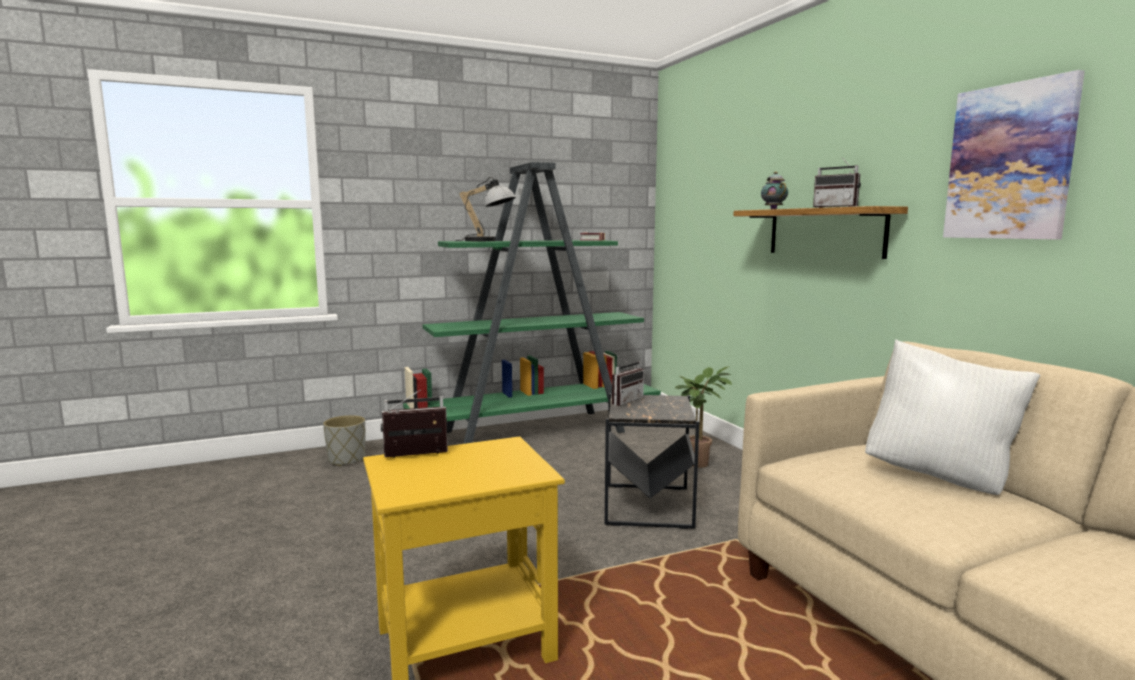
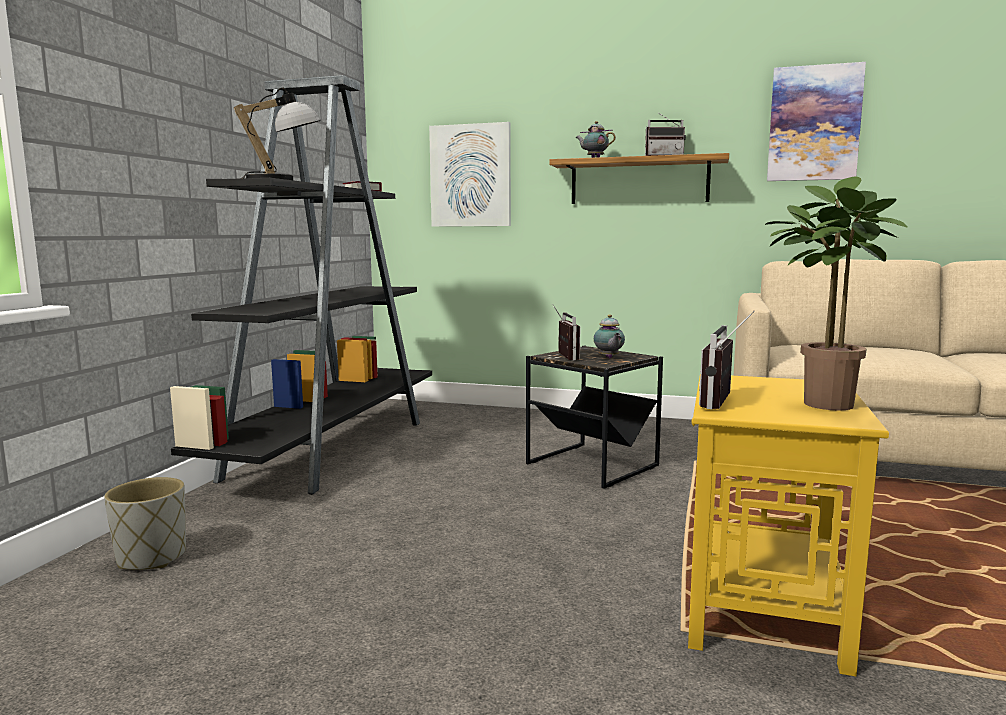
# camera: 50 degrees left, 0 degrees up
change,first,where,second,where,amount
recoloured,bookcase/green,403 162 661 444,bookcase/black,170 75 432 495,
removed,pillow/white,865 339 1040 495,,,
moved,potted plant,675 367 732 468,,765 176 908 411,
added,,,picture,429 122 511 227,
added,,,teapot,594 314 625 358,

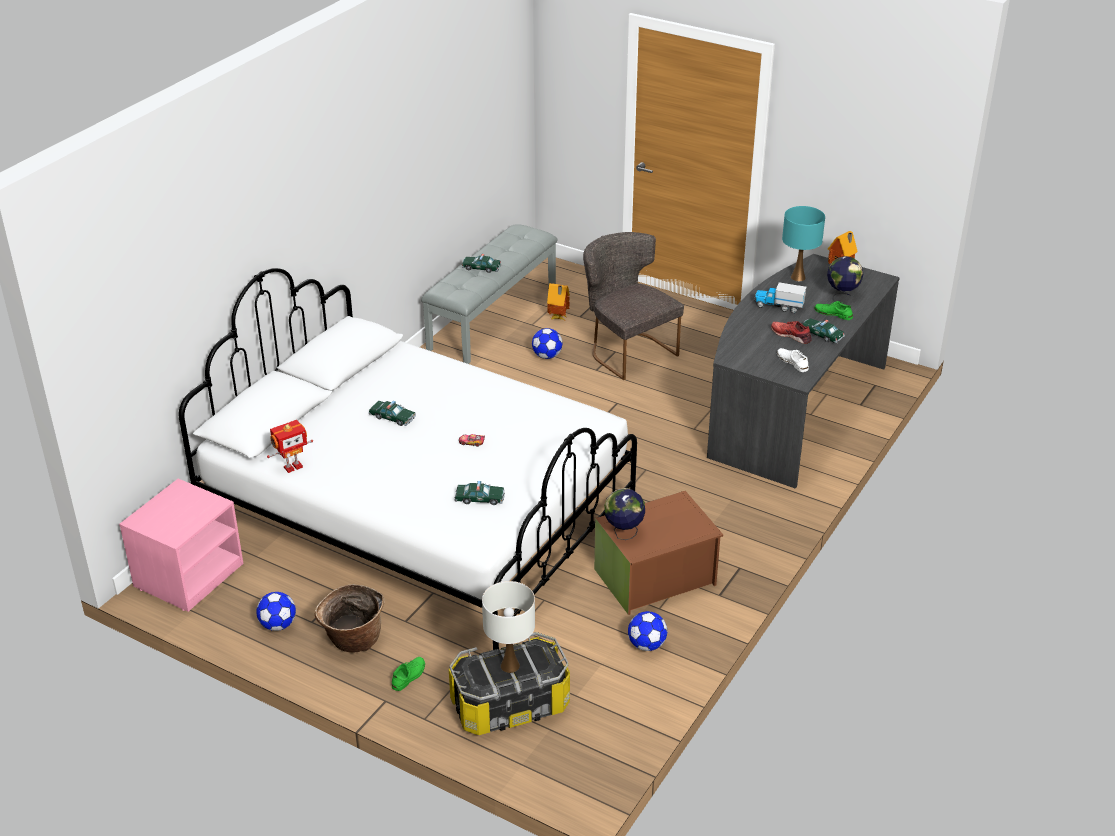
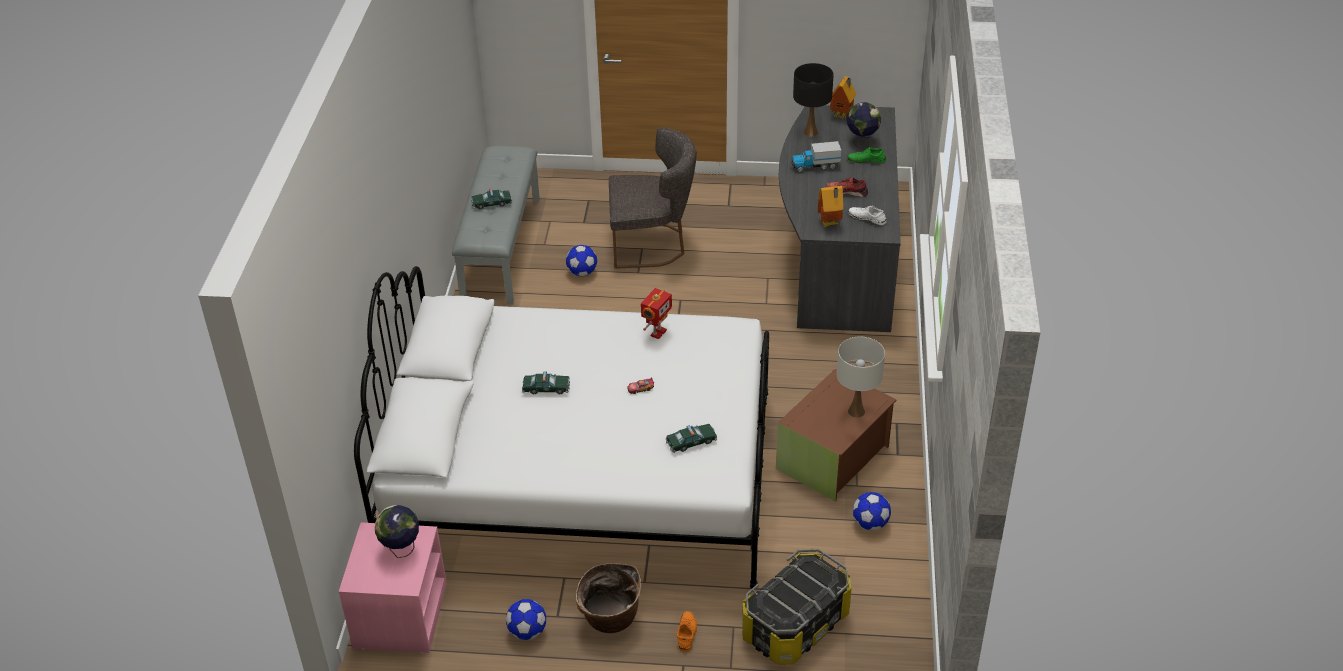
# camera: 25 degrees left, 5 degrees up
change,first,where,second,where,amount
recoloured,table lamp/turquoise,782 206 825 281,table lamp/black,793 63 834 137,
turned,chair/grey,583 232 684 380,,609 127 697 269,150 degrees clockwise
moved,toy house,547 283 570 320,,817 186 843 227,
removed,toy car,802 318 845 343,,,
moved,toy robot,267 420 313 473,,641 288 672 339,
moved,globe,604 488 645 540,,375 505 419 558,
moved,table lamp/white,482 581 535 673,,837 337 885 418,
recoloured,shoe/green,392 657 425 691,shoe/orange,677 611 697 652,

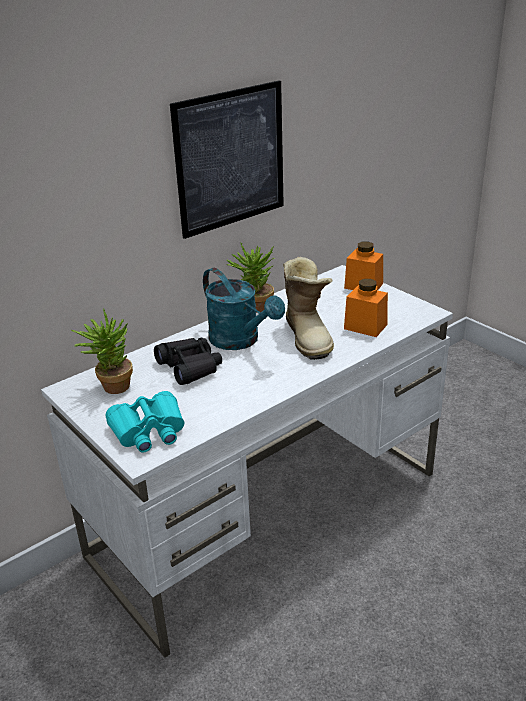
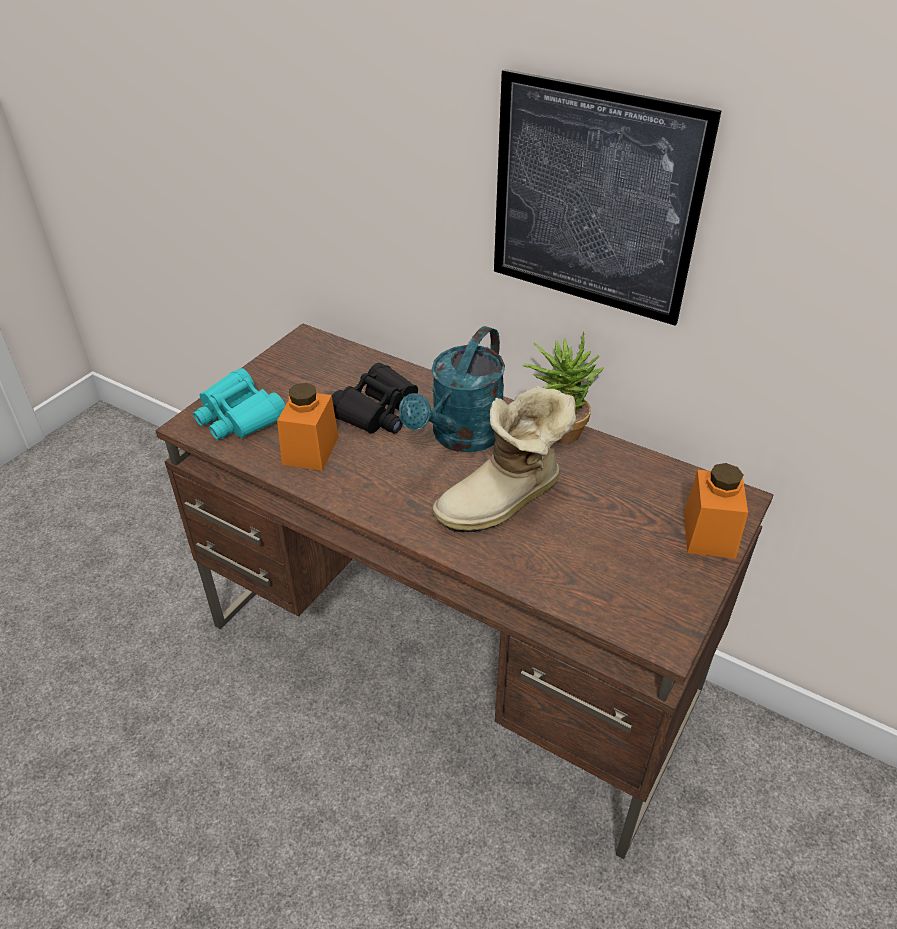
# camera: 70 degrees right, 10 degrees up
change,first,where,second,where,amount
recoloured,desk/white,41 265 453 658,desk/brown,155 323 773 859,
moved,jar/orange,344 279 388 337,,277 383 339 471,
removed,potted plant,71 308 133 394,,,

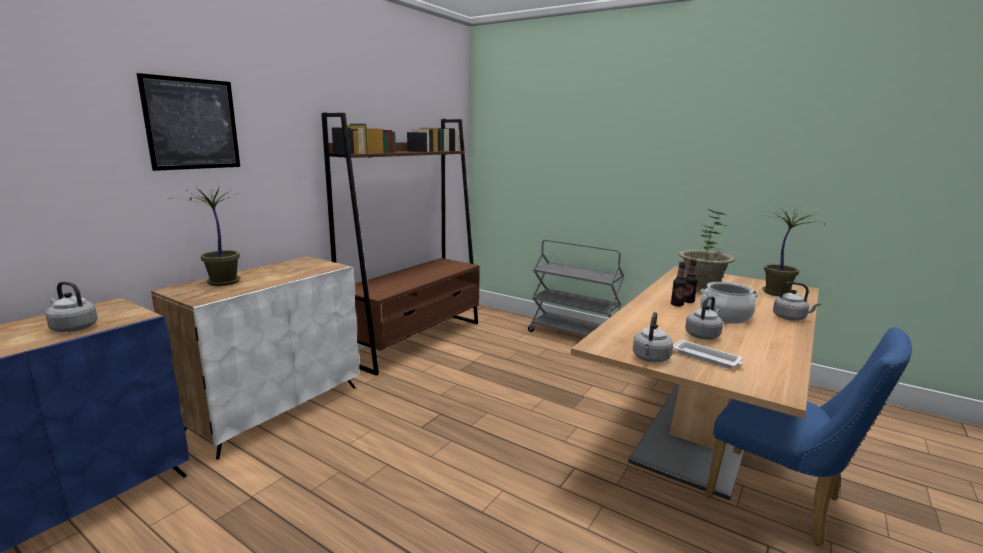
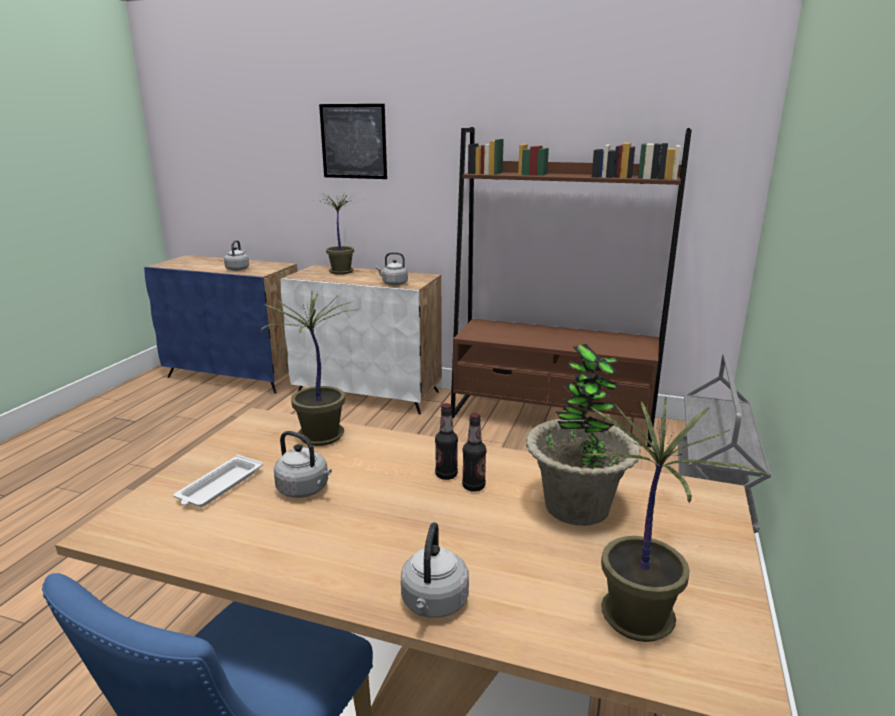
# camera: 75 degrees right, 5 degrees up
change,first,where,second,where,amount
removed,cooking pot,700 282 759 324,,,
moved,kettle/grey,633 312 673 362,,376 252 408 286,
added,,,potted plant,261 291 358 446,

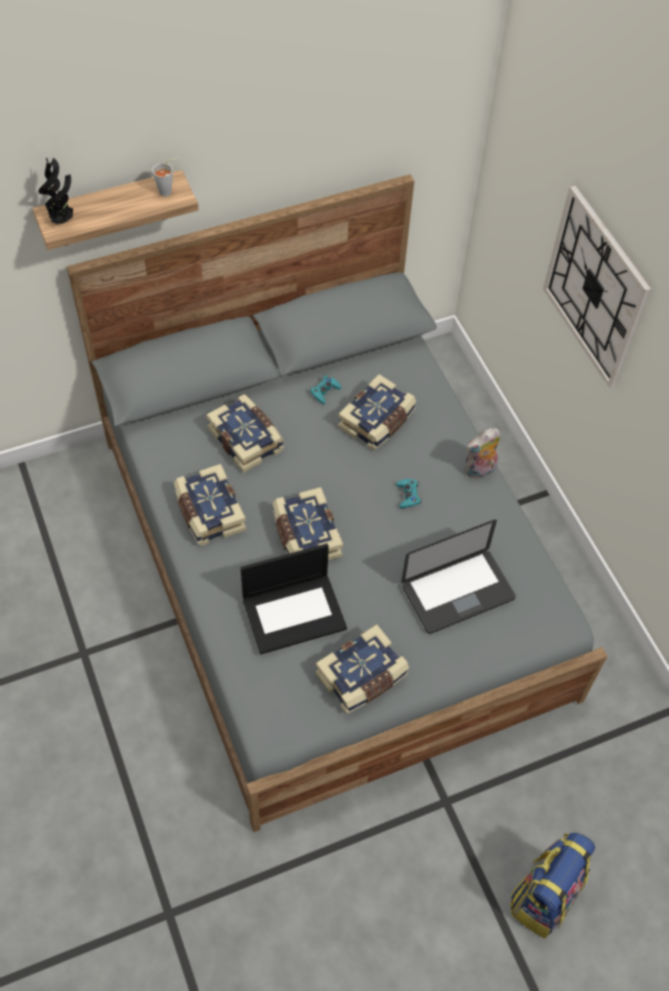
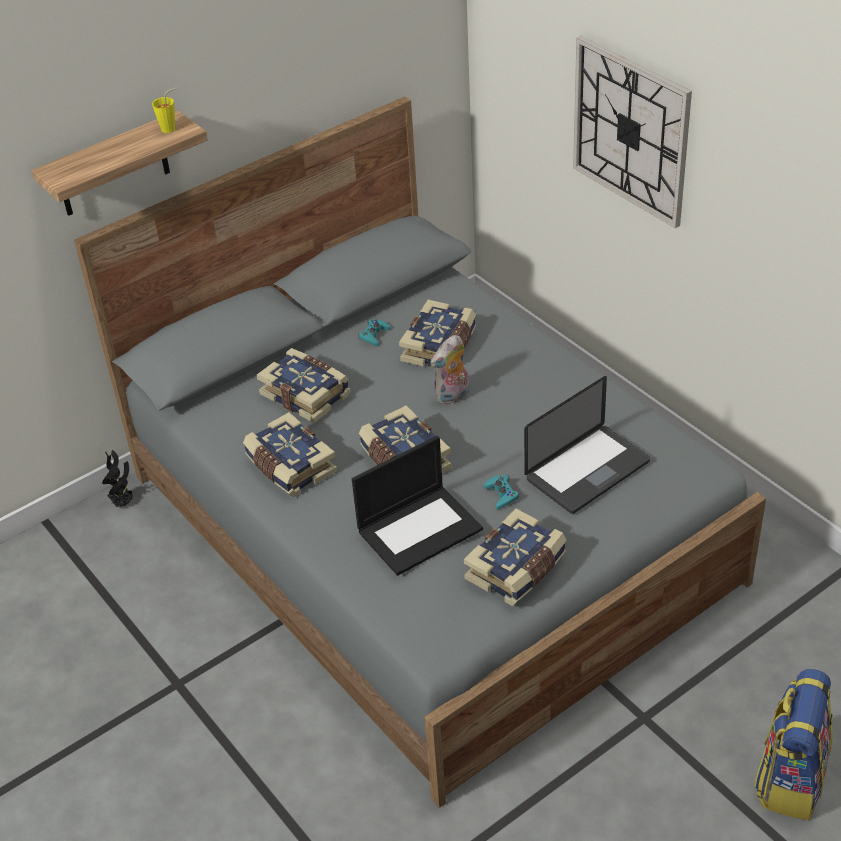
# camera: 10 degrees left, 15 degrees down
change,first,where,second,where,amount
moved,potted plant,38 158 73 224,,102 450 132 507,
recoloured,cup/grey,152 158 178 196,cup/yellow,152 88 177 133,
moved,plush toy,465 428 501 479,,430 335 470 405,
moved,game controller/turquoise,396 479 421 509,,484 475 519 509,

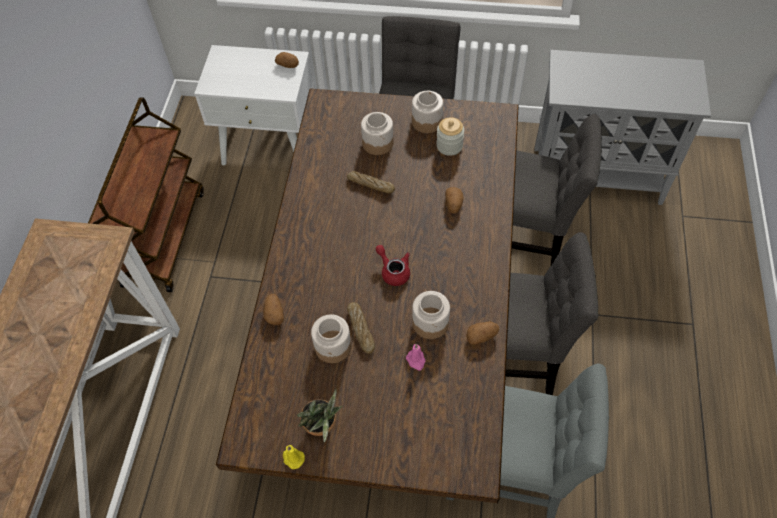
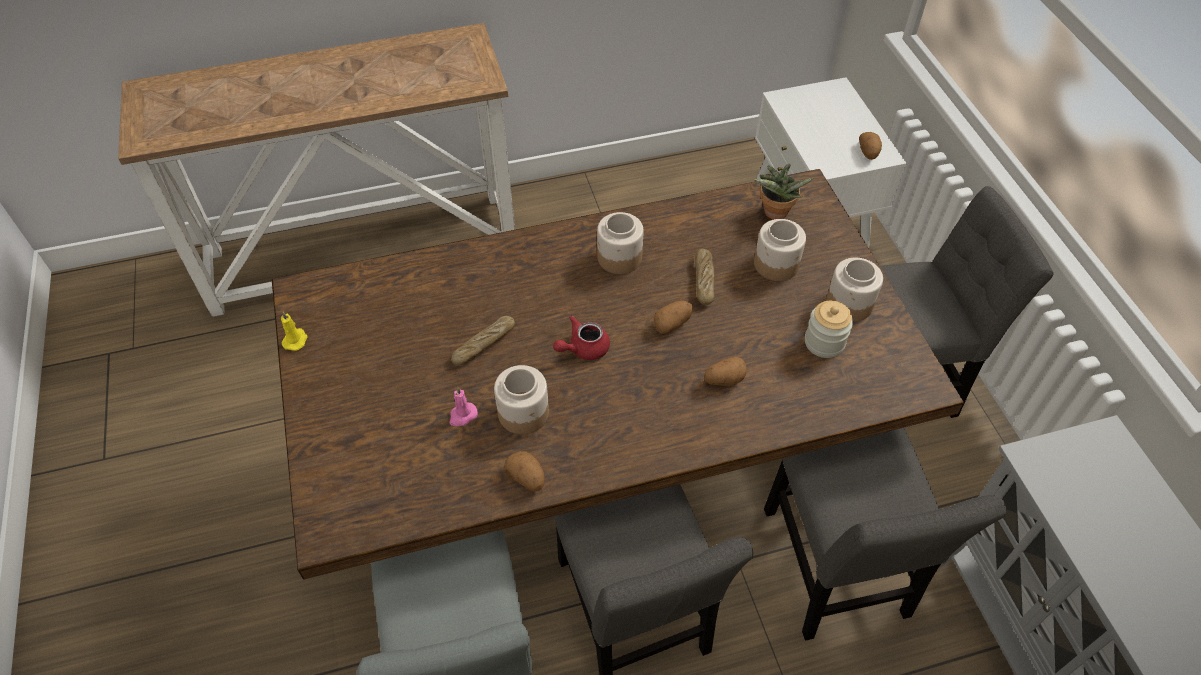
# camera: 65 degrees right, 5 degrees down
change,first,where,second,where,amount
removed,cart/brown,88 97 204 292,,,
turned,teapot/red,376 245 410 286,,553 316 610 360,150 degrees counterclockwise
moved,potato,263 294 284 325,,654 301 693 333,
moved,jar,311 315 351 363,,597 212 644 274,
moved,potted plant,297 389 342 442,,754 164 814 220,

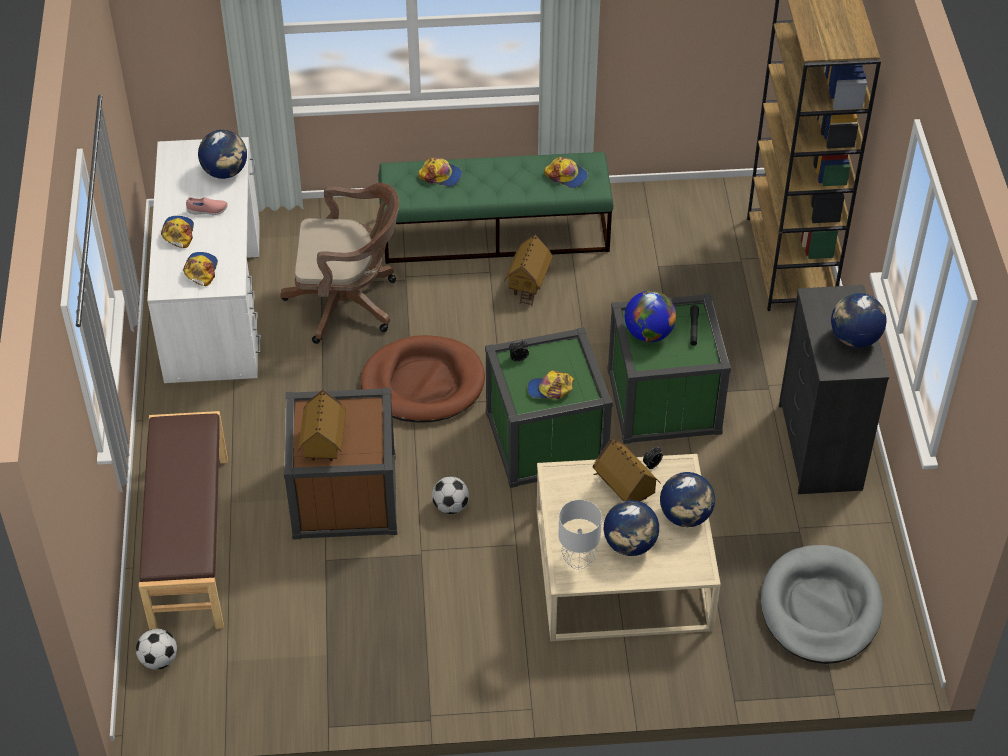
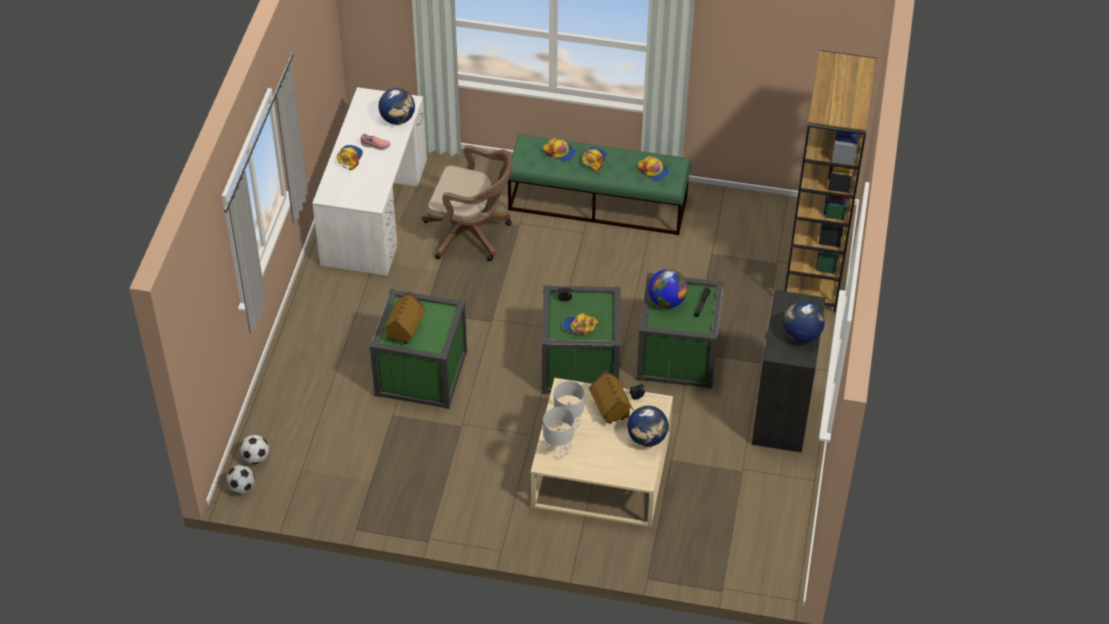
# camera: 15 degrees right, 0 degrees up
change,first,where,second,where,amount
removed,toy house,504 234 553 307,,,
moved,cap,183 252 218 286,,582 147 607 172,
removed,dog bed/brown,361 335 485 423,,,
recoloured,storage box/brown,284 388 397 540,storage box/green,369 289 468 409,
removed,bench/brown,139 411 228 630,,,
moved,football,432 476 469 514,,226 465 255 494,
removed,globe,604 500 659 556,,,
removed,dog bed/grey,761 545 883 664,,,
added,,,table lamp/grey,554 381 585 431,

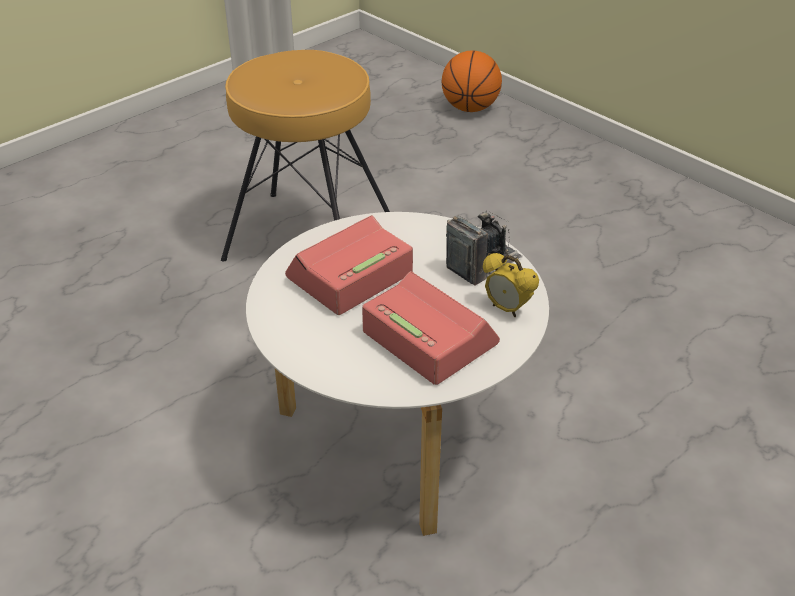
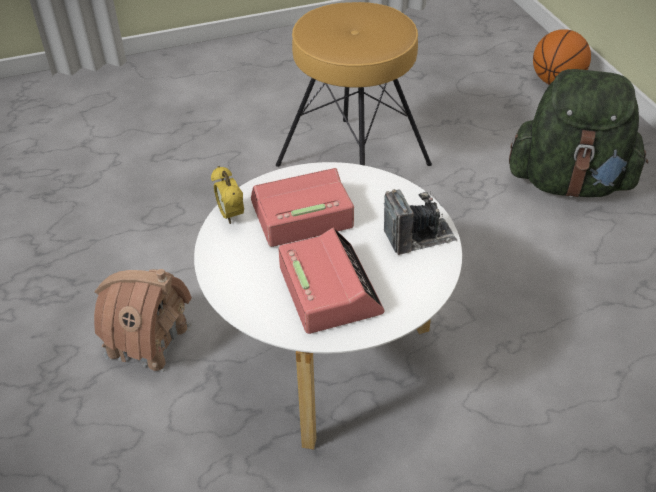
# camera: 25 degrees right, 5 degrees up
change,first,where,second,where,amount
moved,alarm clock,483 253 539 317,,211 166 244 224,
added,,,backpack/green,509 69 648 198,
added,,,toy house,94 269 192 374,

